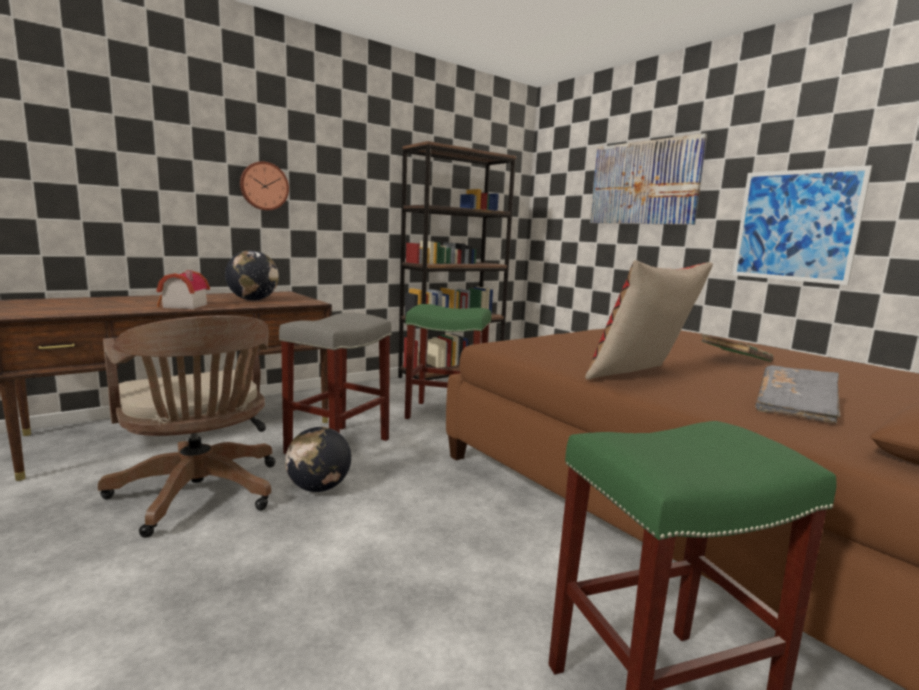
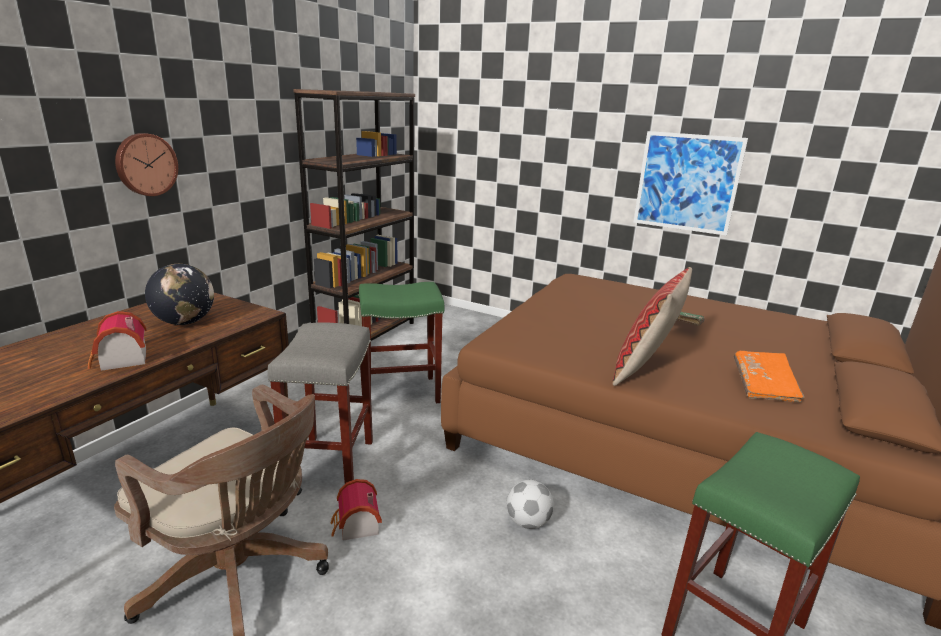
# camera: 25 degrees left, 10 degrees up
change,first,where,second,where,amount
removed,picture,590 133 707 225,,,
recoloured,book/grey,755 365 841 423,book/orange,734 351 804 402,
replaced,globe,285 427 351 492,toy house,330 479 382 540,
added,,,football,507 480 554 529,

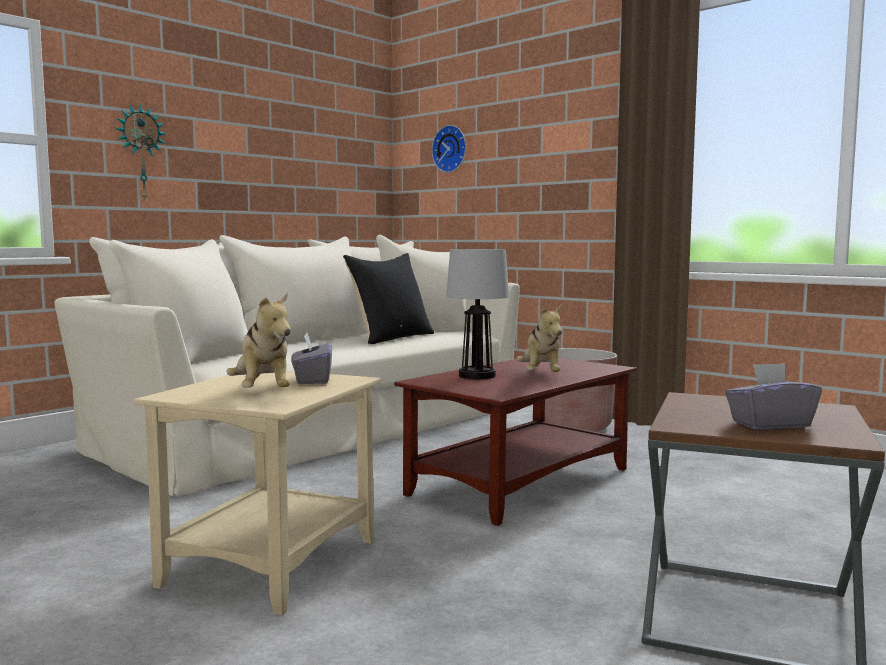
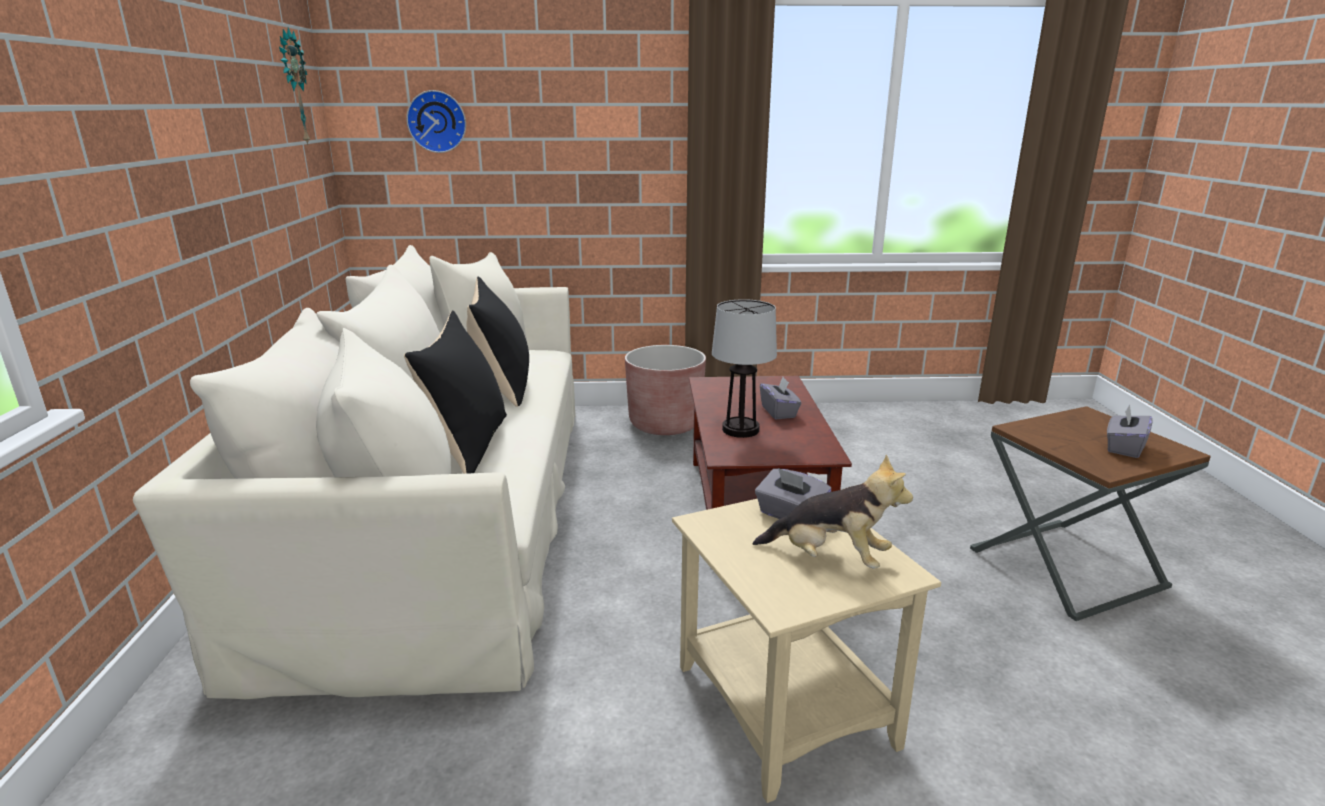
# camera: 45 degrees left, 15 degrees up
change,first,where,second,where,amount
moved,wall clock,115 104 166 201,,279 28 310 145,
replaced,plush toy,516 305 562 372,tissue box/grey,760 377 801 419,
added,,,pillow/black,404 311 507 474,

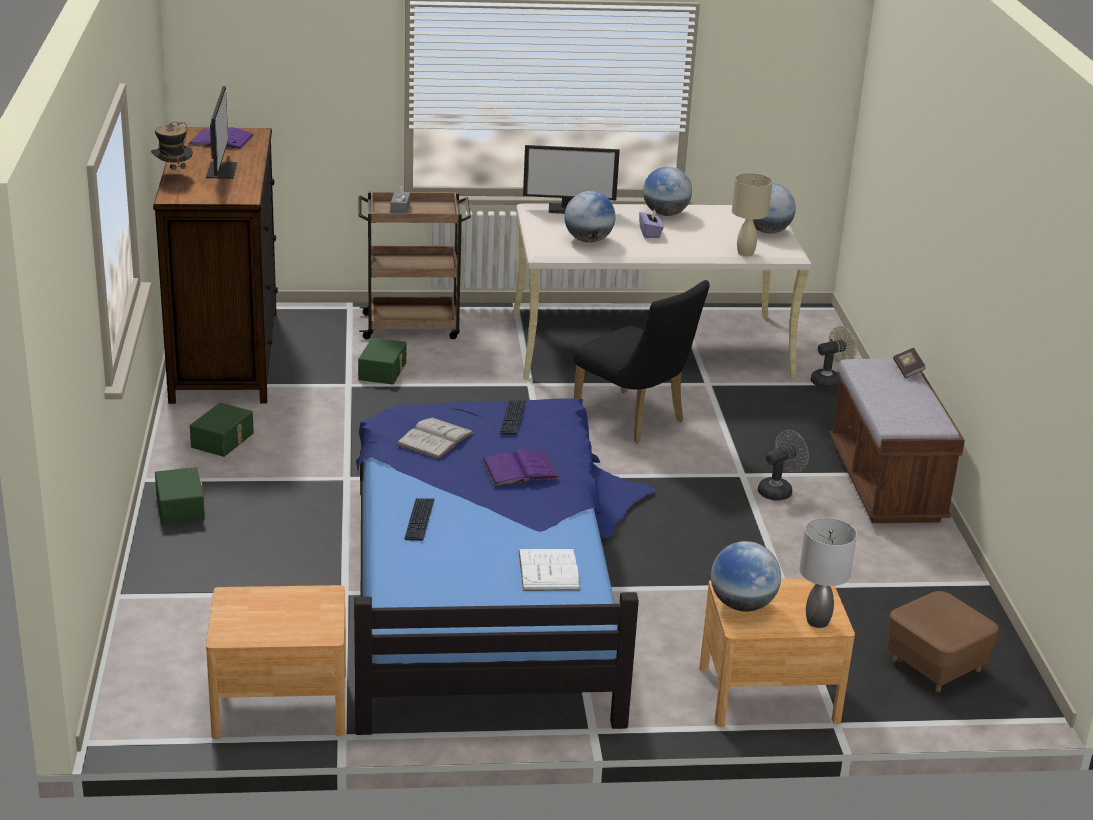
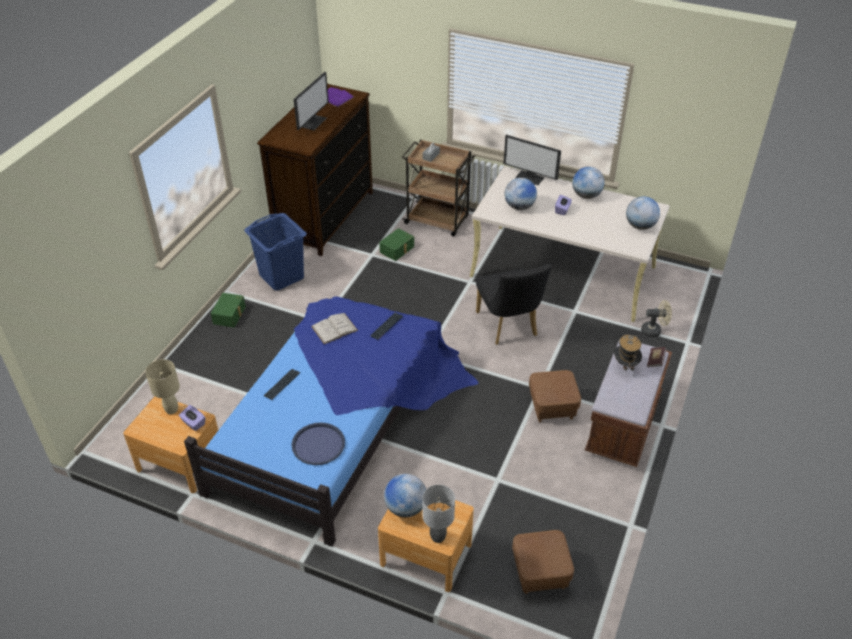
# camera: 30 degrees right, 15 degrees up
change,first,where,second,where,amount
moved,hat,151 122 193 170,,614 335 642 376,
moved,table lamp/beige,732 173 772 256,,145 359 180 414,
replaced,storage box/green,190 403 254 457,laundry basket/blue,244 213 307 291,
replaced,fan/grey,758 430 809 501,ottoman/brown,529 370 581 422,
removed,book/purple,482 449 560 486,,,
replaced,book/white,518 549 580 591,tray/blue,292 422 345 465,
added,,,tissue box/purple,179 405 205 431,

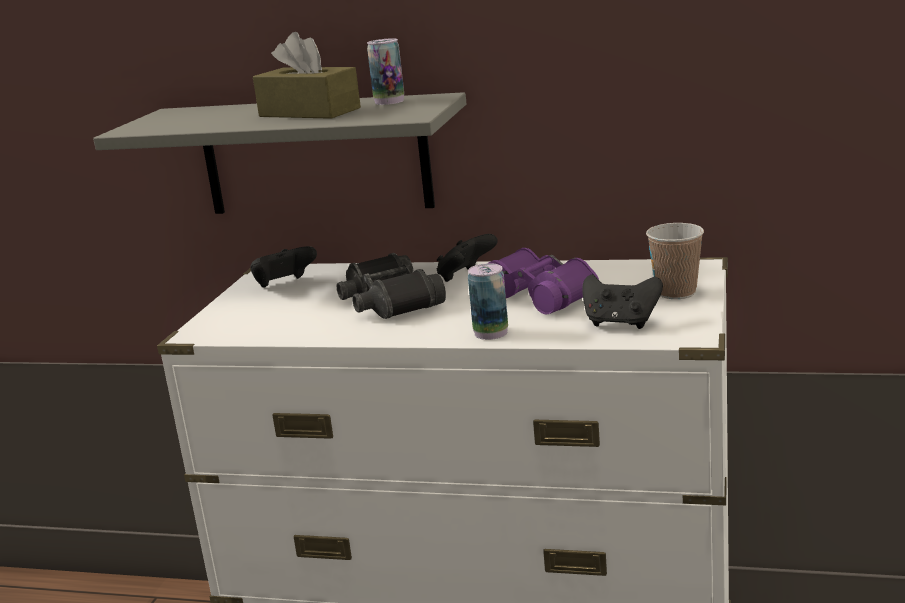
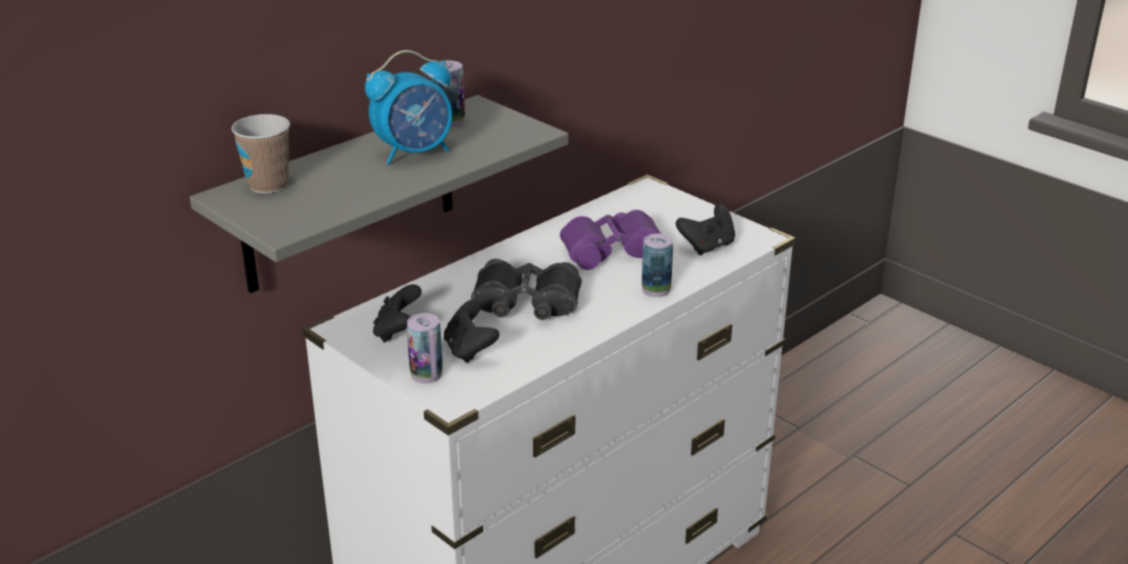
# camera: 60 degrees left, 10 degrees up
change,first,where,second,where,amount
replaced,tissue box/brown,253 32 361 119,alarm clock,365 50 452 165,
moved,cup,646 223 704 299,,231 114 290 194,
moved,game controller/black,437 234 498 282,,444 299 499 363,
added,,,can,407 313 443 384,

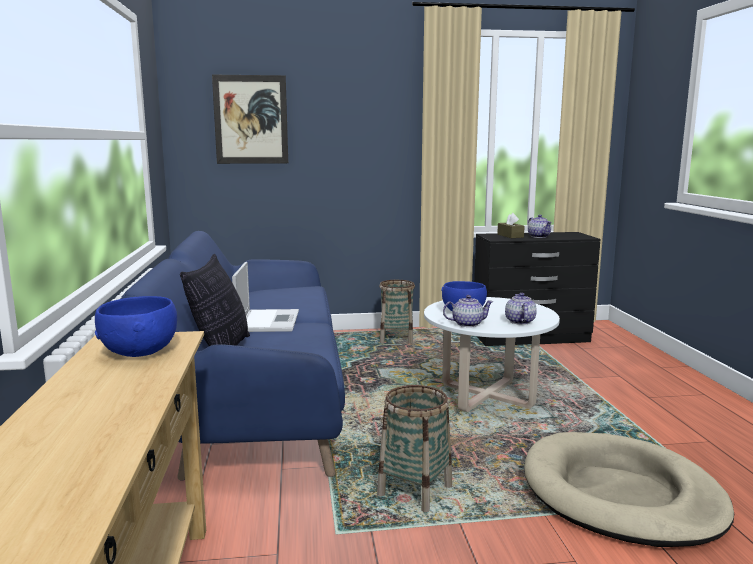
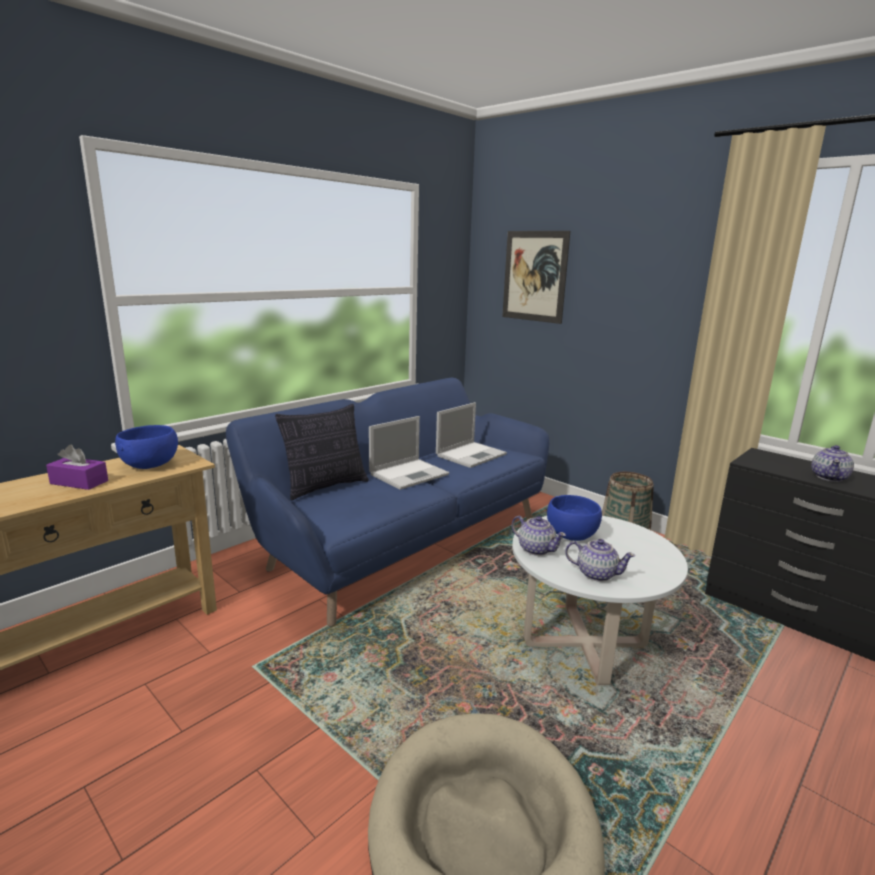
# camera: 50 degrees right, 5 degrees up
change,first,where,second,where,amount
removed,tissue box/brown,497 213 525 238,,,
turned,teapot,505 293 537 325,,565 539 635 582,60 degrees clockwise
removed,basket,377 385 452 512,,,
added,,,laptop,436 402 507 468,
added,,,tissue box/purple,46 445 108 490,

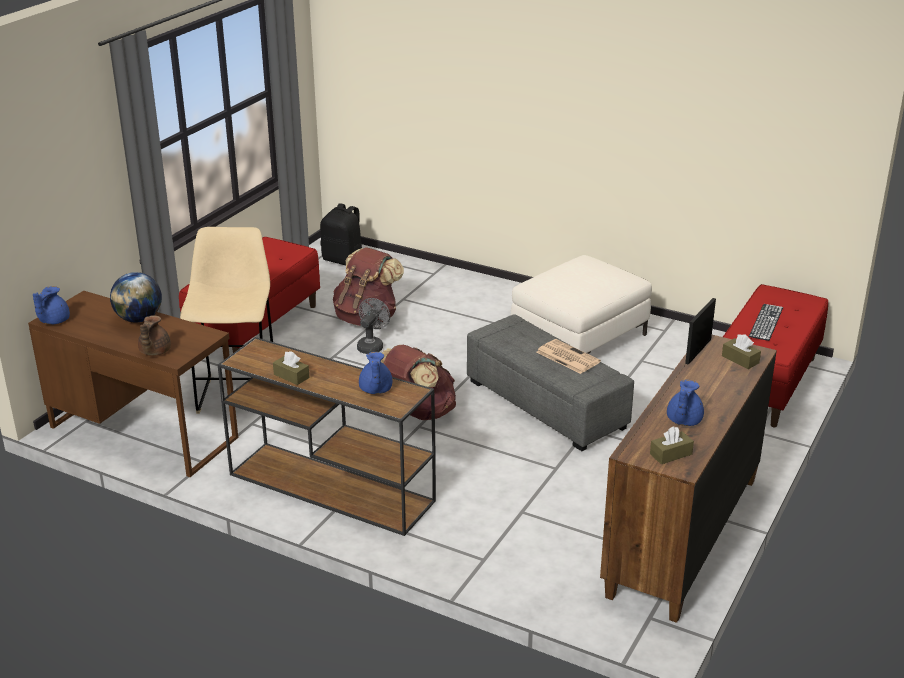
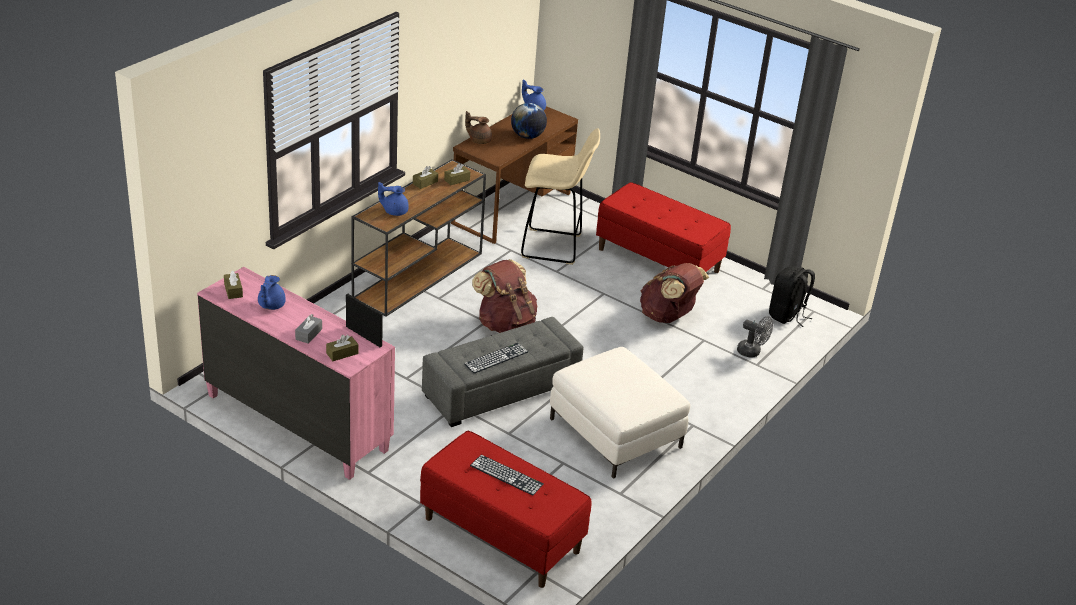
# camera: 95 degrees right, 5 degrees up
change,first,where,second,where,amount
moved,fan/grey,357 298 390 354,,737 316 773 358,
recoloured,dresser/brown,600 335 777 623,dresser/pink,197 267 395 480,
replaced,newspaper,537 339 601 374,keyboard,464 343 528 374,
turned,teapot/blue,667 380 704 426,,258 275 286 310,105 degrees counterclockwise
added,,,tissue box/brown,444 163 470 186,
added,,,tissue box/grey,295 314 322 344,

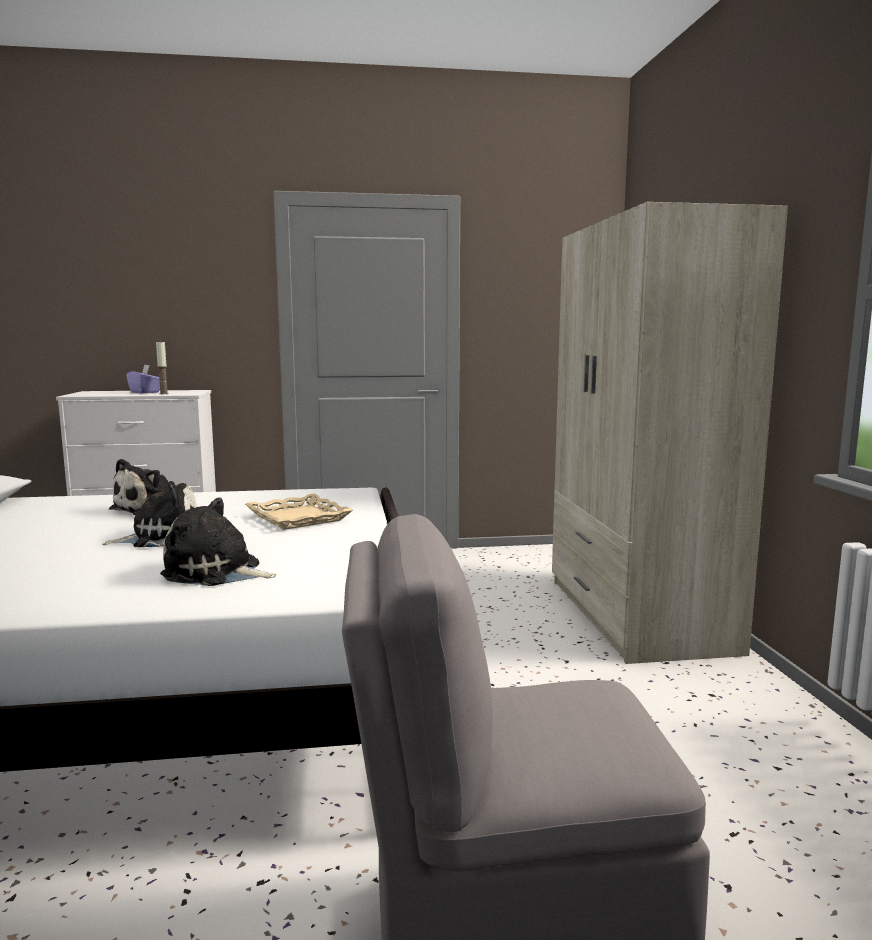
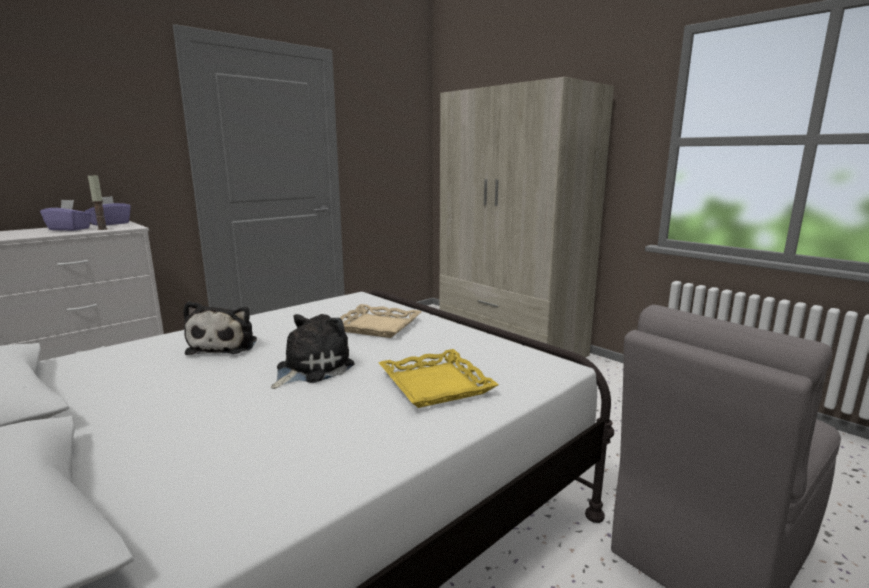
# camera: 35 degrees left, 5 degrees up
change,first,where,second,where,amount
replaced,plush toy,160 497 277 586,tray/yellow,379 349 499 408,
added,,,tissue box/purple,85 196 131 226,

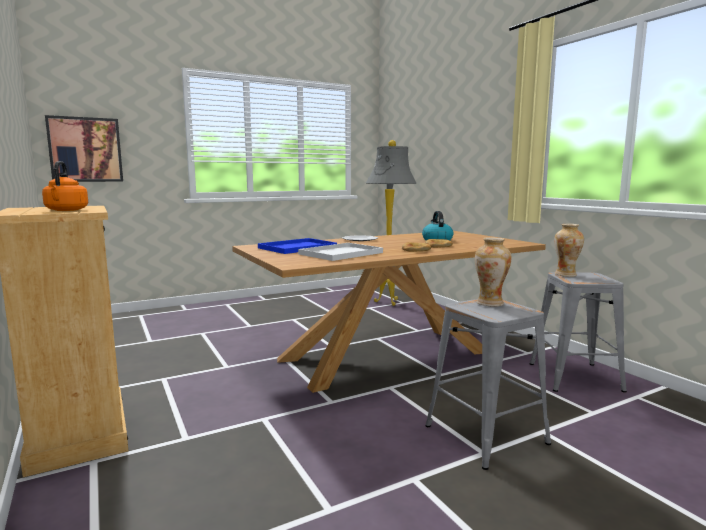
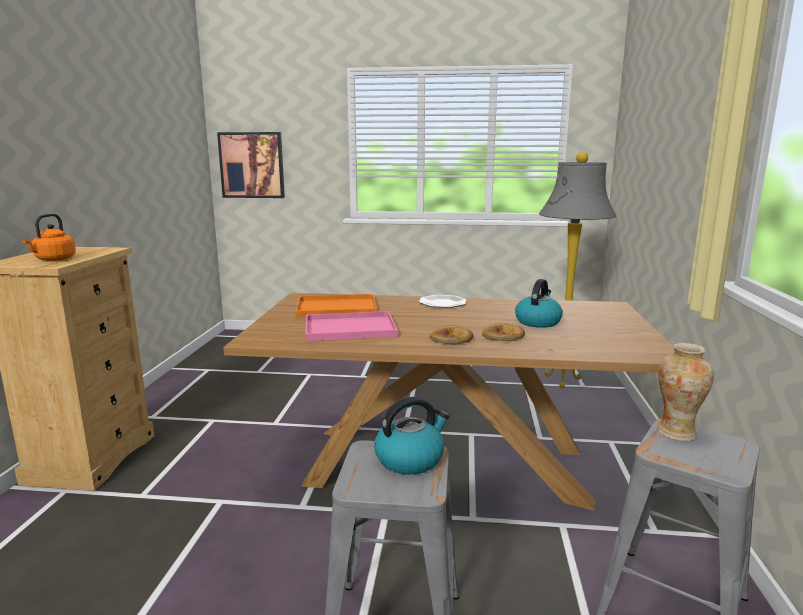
# camera: 35 degrees right, 5 degrees up
change,first,where,second,where,amount
replaced,vase,475 237 511 306,kettle,374 397 449 474,
recoloured,tray/blue,258 238 337 254,tray/orange,296 294 377 317,
recoloured,tray/white,298 243 383 261,tray/pink,305 311 398 341,

